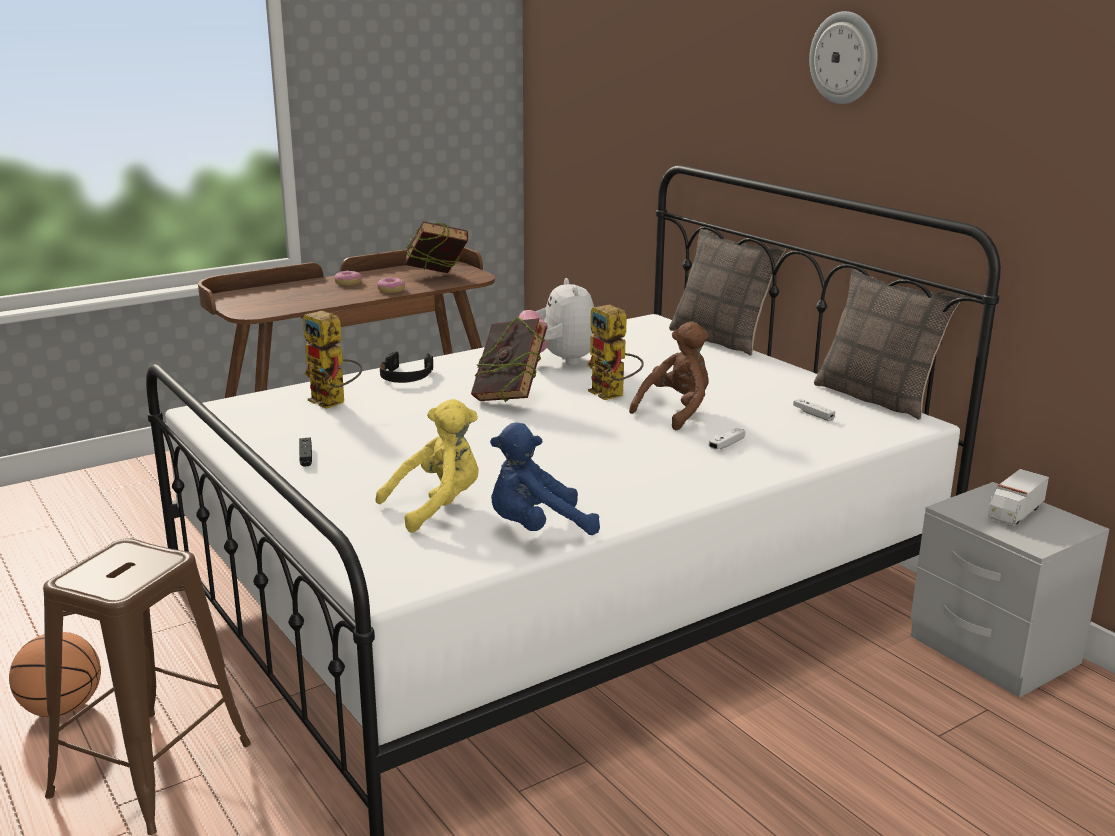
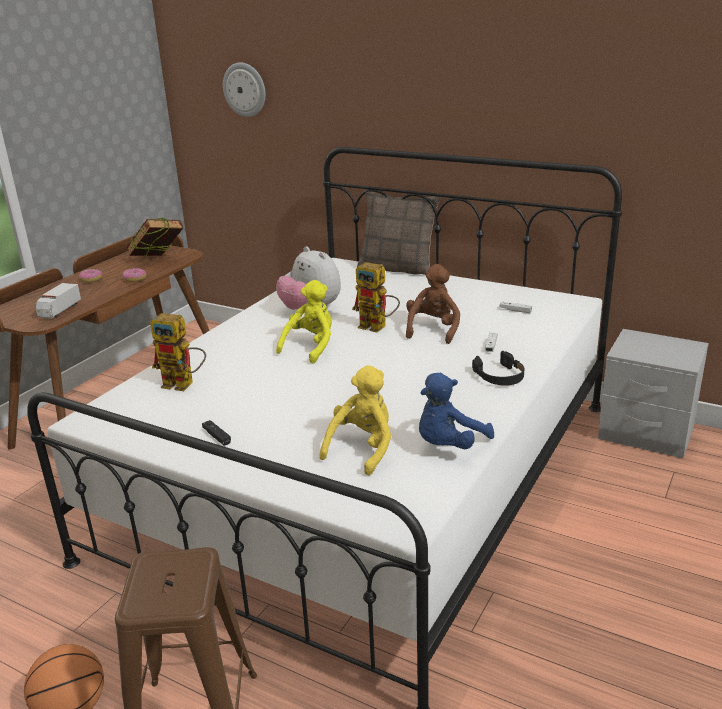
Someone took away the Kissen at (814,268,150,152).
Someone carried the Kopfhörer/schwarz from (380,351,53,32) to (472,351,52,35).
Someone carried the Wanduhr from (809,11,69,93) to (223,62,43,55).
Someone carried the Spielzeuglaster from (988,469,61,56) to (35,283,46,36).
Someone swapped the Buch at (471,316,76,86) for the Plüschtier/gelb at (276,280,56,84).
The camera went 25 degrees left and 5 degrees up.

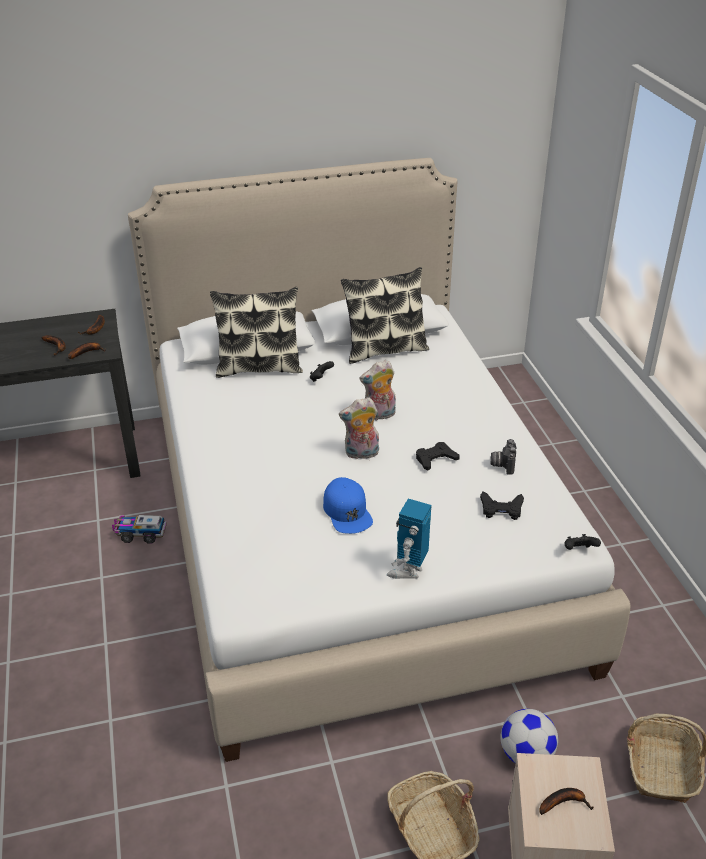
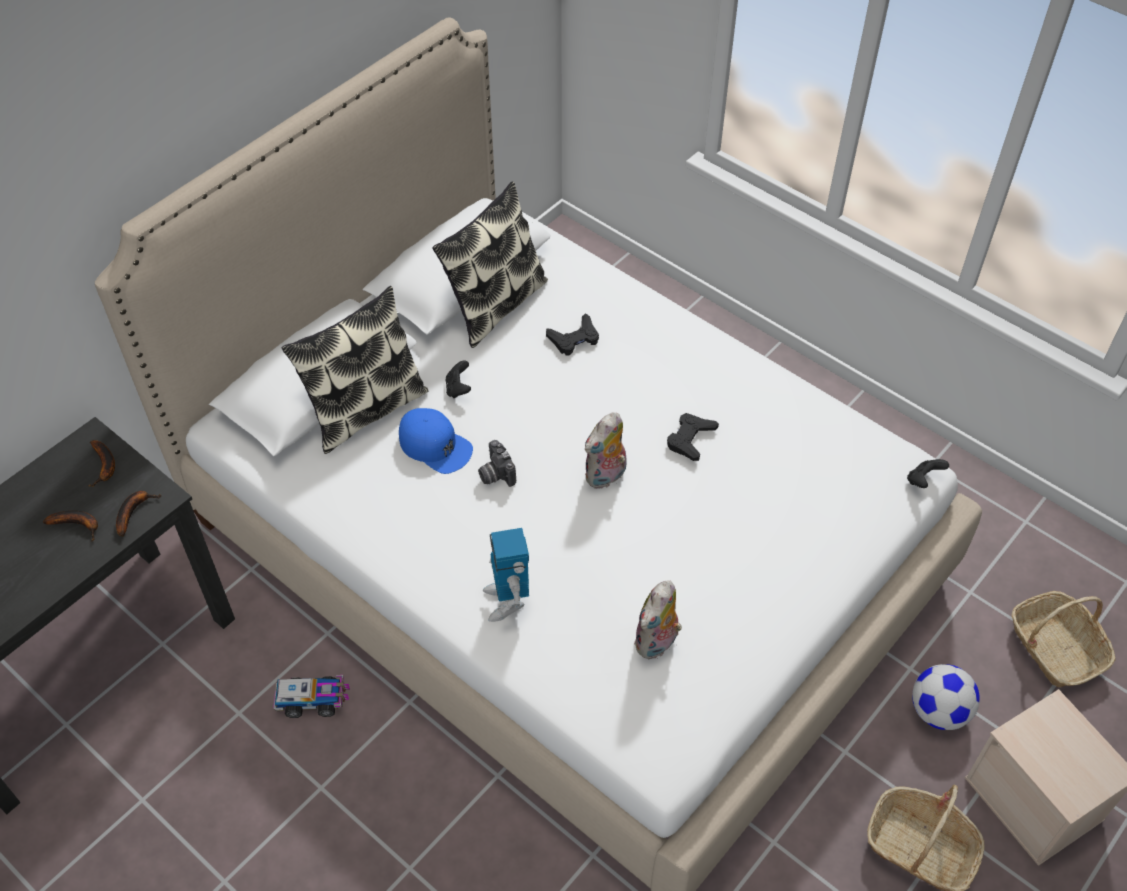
Someone took away the Banane at (540,788,54,27).
Someone carried the Kappe/blau from (323,477,50,57) to (399,408,74,66).
Someone carried the Plüschtier from (360,360,36,61) to (634,580,48,79).
Someone carried the Spielzeugroboter from (387,499,44,80) to (483,528,46,94).
Someone carried the Gamepad/schwarz from (480,491,44,29) to (546,313,53,43).
Someone carried the Kamera from (491,439,26,36) to (478,440,38,47).
Someone rotated the Spielzeuglaster at (112,515,55,29) by 150 degrees counterclockwise.
The camera went 35 degrees left and 15 degrees up.

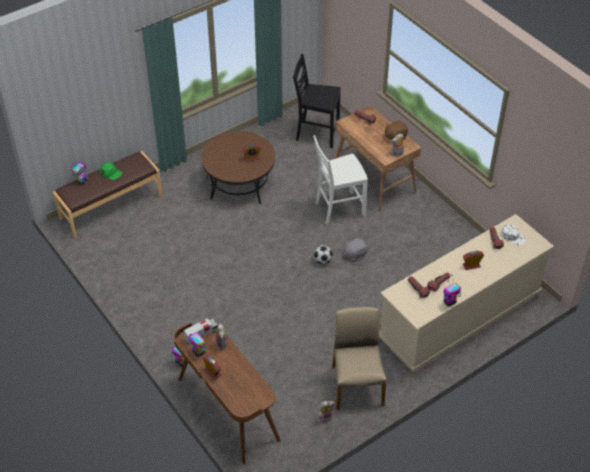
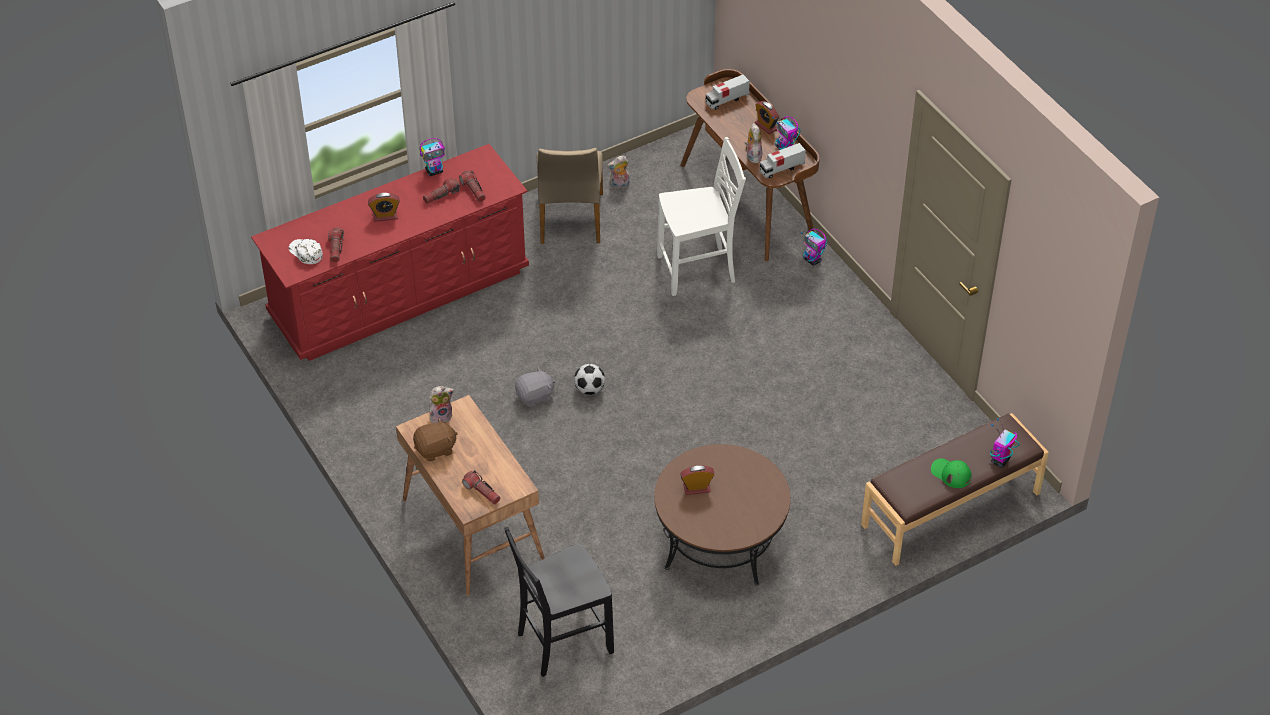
Someone put down the Spielzeuglaster at (705,75,45,35).
Someone carried the Stuhl/weiß from (313,135,55,89) to (657,137,89,159).
Someone repainted the Kommode/beige at (379,214,175,158), which became the Kommode/rot at (251,144,278,217).
Someone rotated the Stuhl/schwarz at (293,54,48,94) by 135 degrees clockwise.
The camera went 175 degrees left and 0 degrees up.

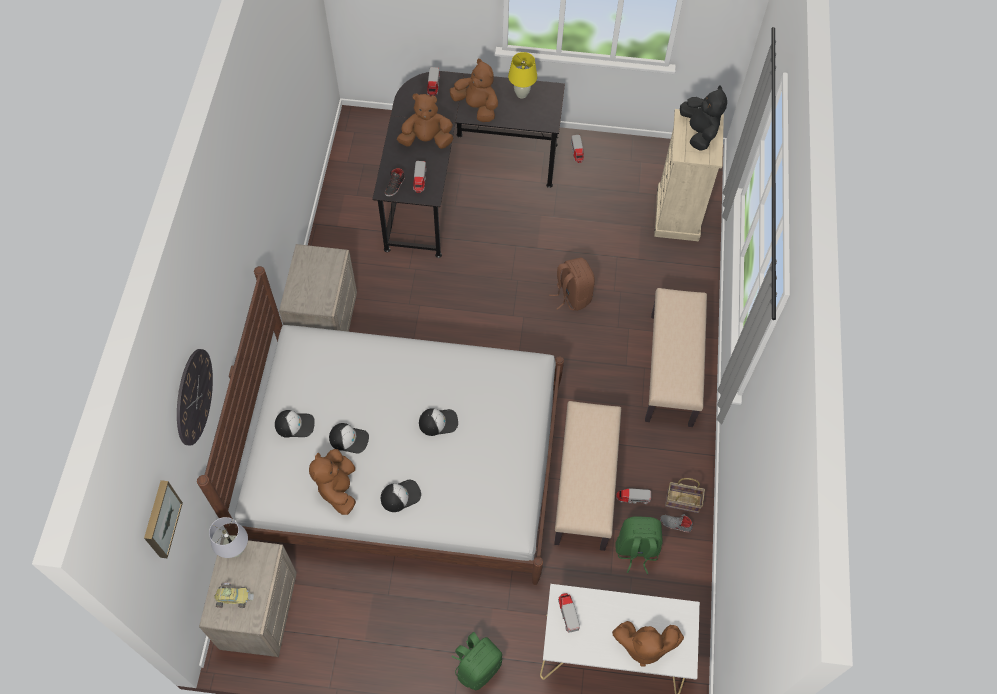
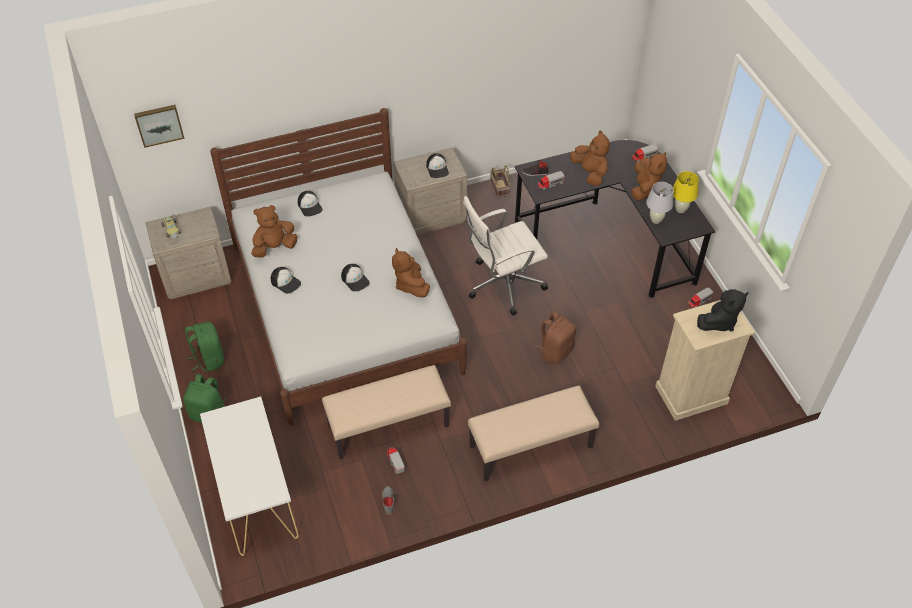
Someone took away the Wanduhr at (177,349,36,97).
Someone took away the Spielzeuglaster at (558,593,22,40).
Someone put down the Bürostuhl/weiß at (463,196,85,119).
Someone carried the Tischlampe/weiß from (209,517,39,41) to (646,182,28,42).
Someone carried the Kappe from (329,423,40,31) to (426,153,23,25).
Someone carried the Plüschtier/braun from (612,621,72,46) to (392,248,38,50).
Someone carried the Rucksack/grün from (615,516,48,58) to (185,322,39,49).
Someone carried the Korb from (665,478,40,35) to (490,165,21,33).
The camera went 65 degrees right and 10 degrees down.

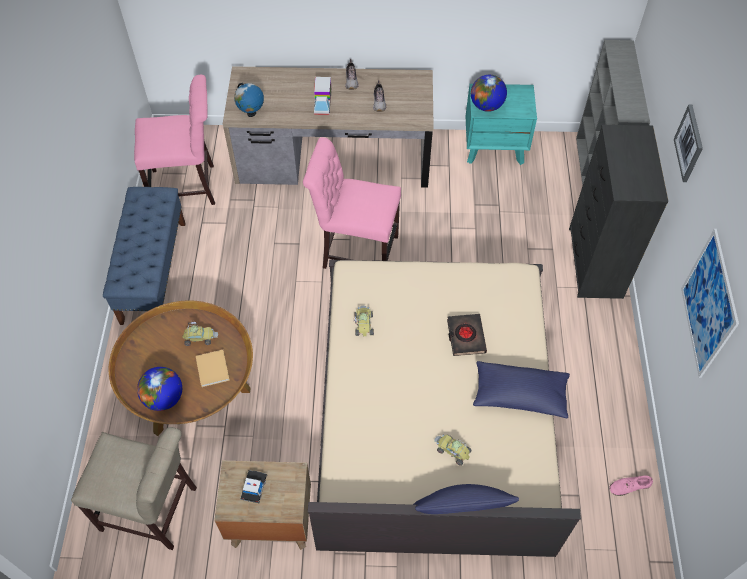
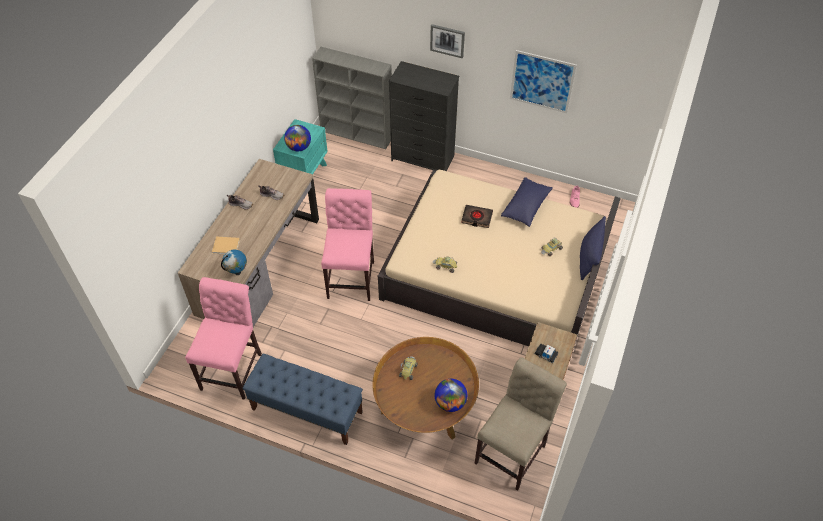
Someone took away the Spielzeuglaster at (314,77,17,38).
Someone carried the Buch/beige from (196,350,34,37) to (212,236,28,18).
Someone rotated the Stuhl/rosa at (303,137,98,132) by 150 degrees clockwise.
The camera went 70 degrees left and 5 degrees down.

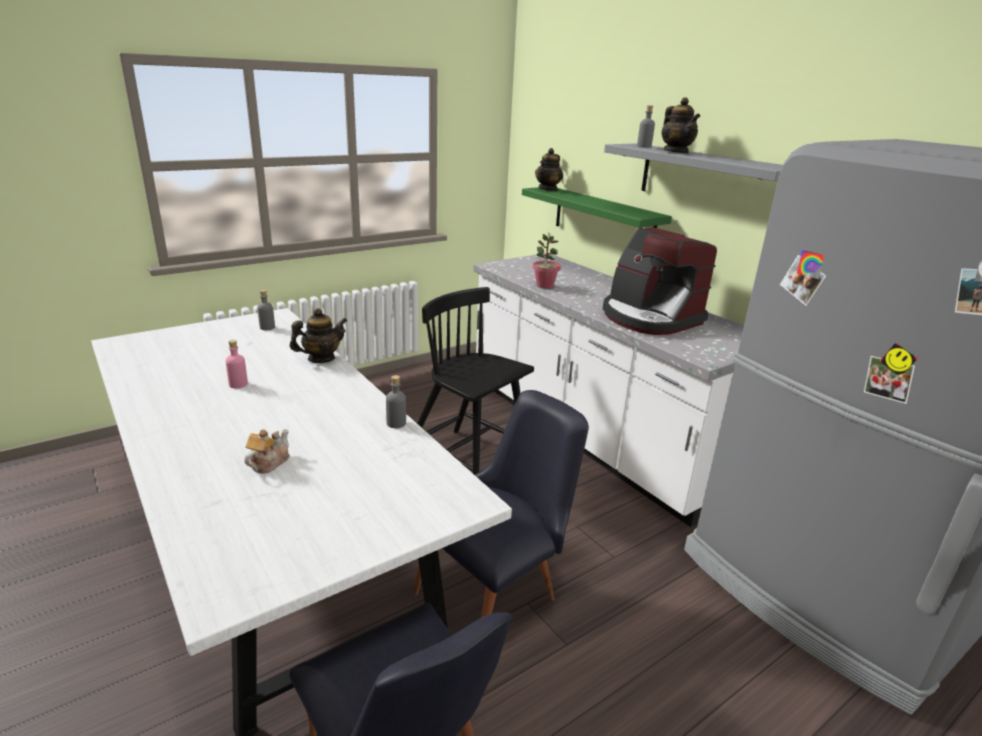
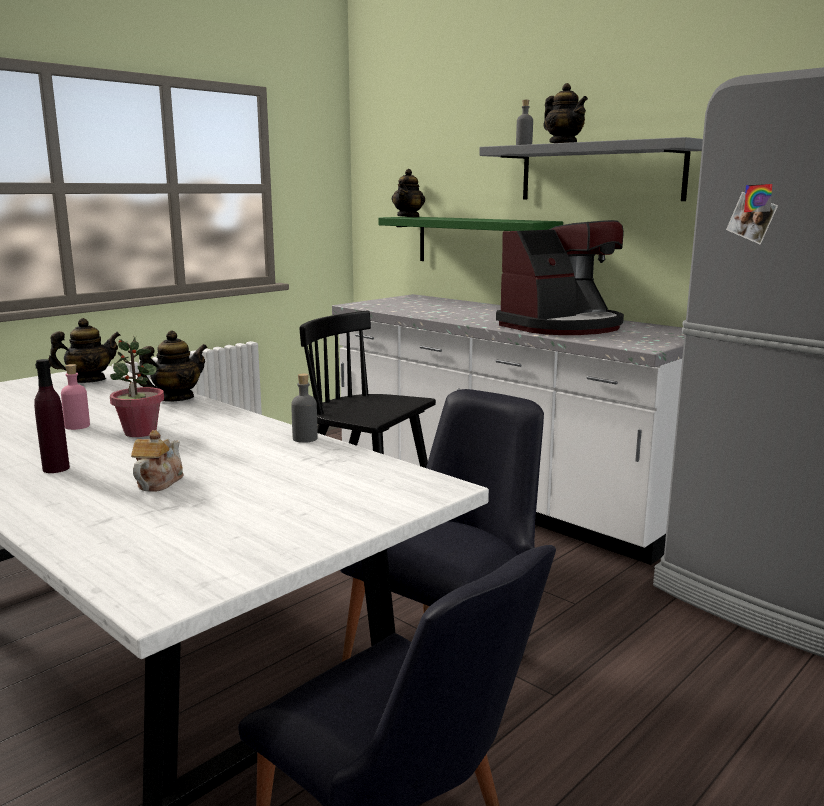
Someone put down the Flasche/lila at (34,359,36,114).
Someone carried the Topfpflanze from (532,232,29,57) to (110,336,54,101).
Someone swapped the Flasche/grau at (257,290,18,40) for the Teekanne at (49,318,72,65).
Someone rotated the Kaffeemaschine at (603,227,114,108) by 75 degrees counterclockwise.
The camera went 10 degrees left and 10 degrees down.

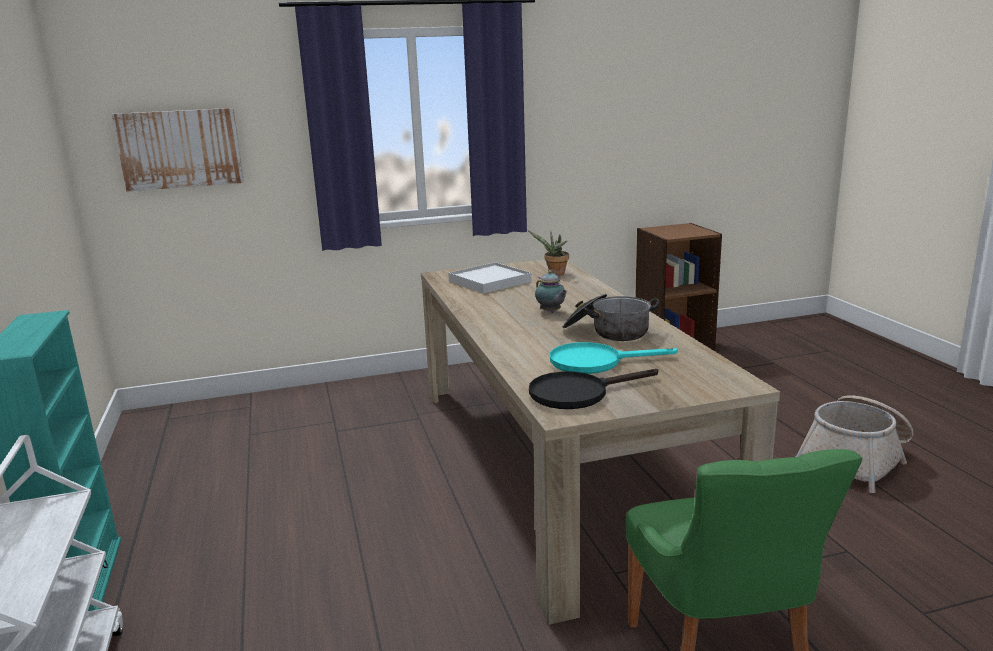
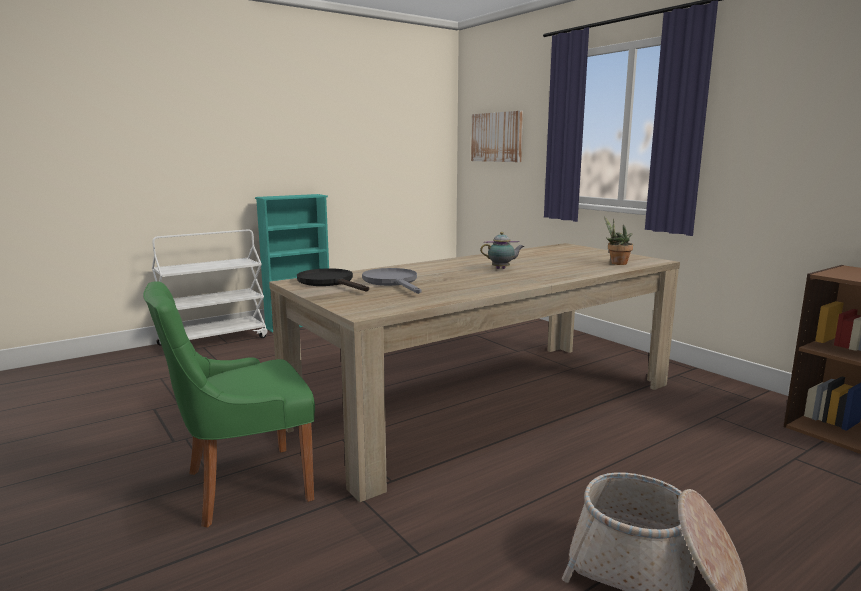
Someone took away the Tablett/weiß at (448,262,84,31).
Someone took away the Kochtopf at (563,294,96,47).
Someone repainted the Pfanne/türkis at (550,342,128,32), which became the Pfanne/grau at (362,268,60,26).
Someone rotated the Teekanne at (535,270,32,43) by 135 degrees counterclockwise.
The camera went 70 degrees right and 5 degrees down.

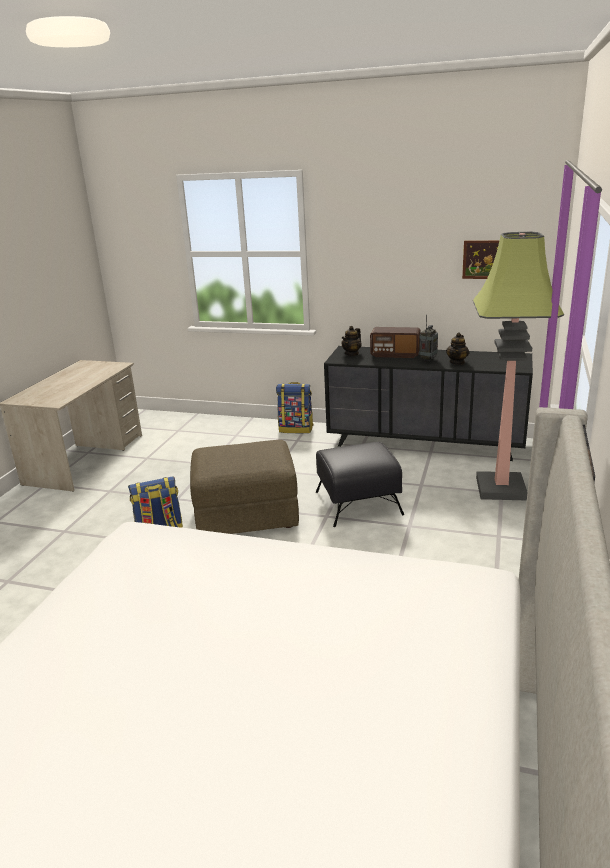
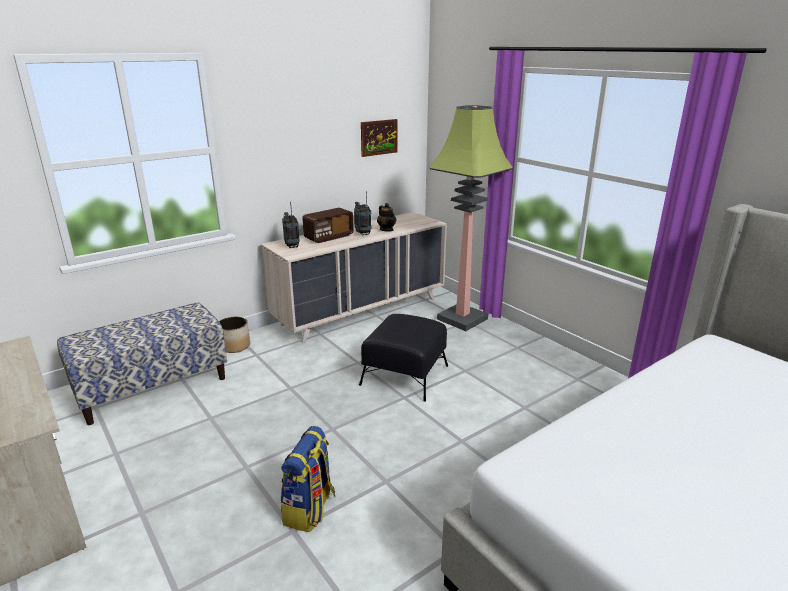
Someone took away the Polsterhocker/braun at (190,440,109,94).
Someone put down the Bank at (57,302,170,123).
Someone swapped the Rucksack at (276,382,38,51) for the Pflanzkübel at (219,317,31,36).
Someone swapped the Teekanne at (342,326,19,30) for the Radio at (282,202,18,46).
Someone repainted the Kommode/schwarz at (324,346,209,115), which became the Kommode/beige at (261,212,186,131).
The camera went 55 degrees left and 0 degrees up.

